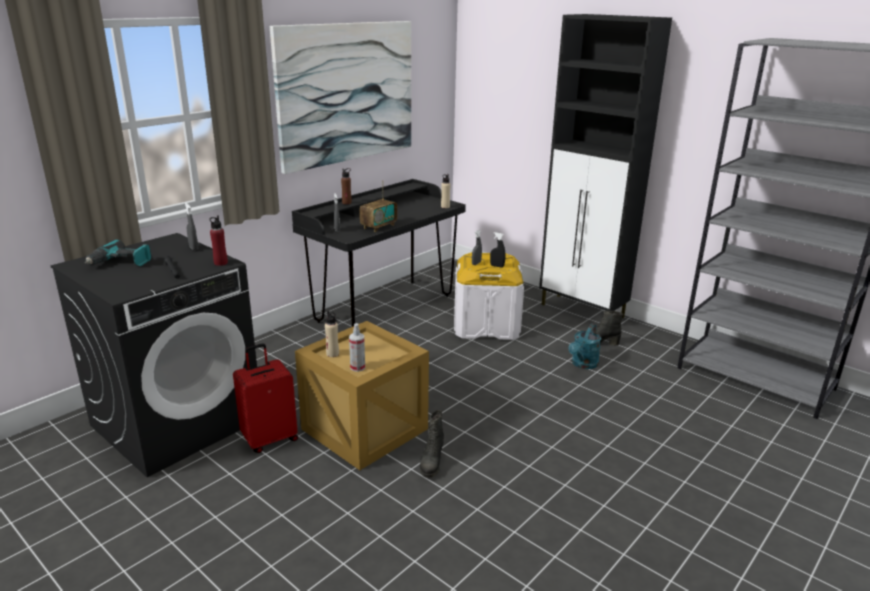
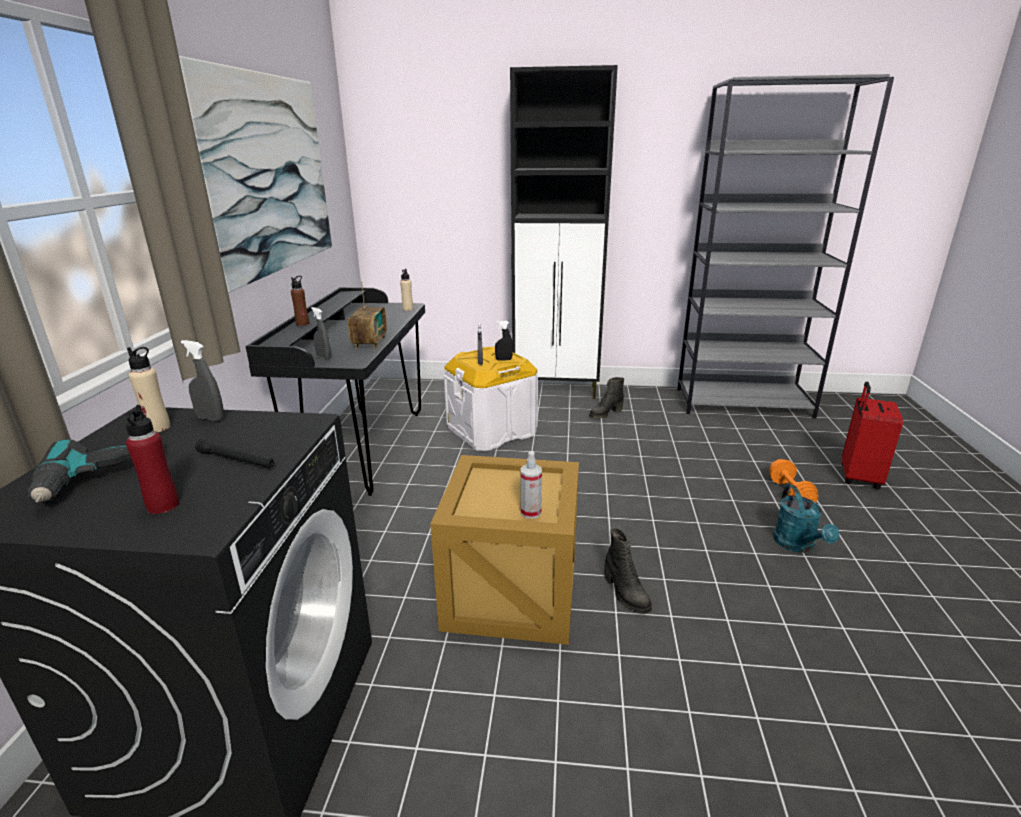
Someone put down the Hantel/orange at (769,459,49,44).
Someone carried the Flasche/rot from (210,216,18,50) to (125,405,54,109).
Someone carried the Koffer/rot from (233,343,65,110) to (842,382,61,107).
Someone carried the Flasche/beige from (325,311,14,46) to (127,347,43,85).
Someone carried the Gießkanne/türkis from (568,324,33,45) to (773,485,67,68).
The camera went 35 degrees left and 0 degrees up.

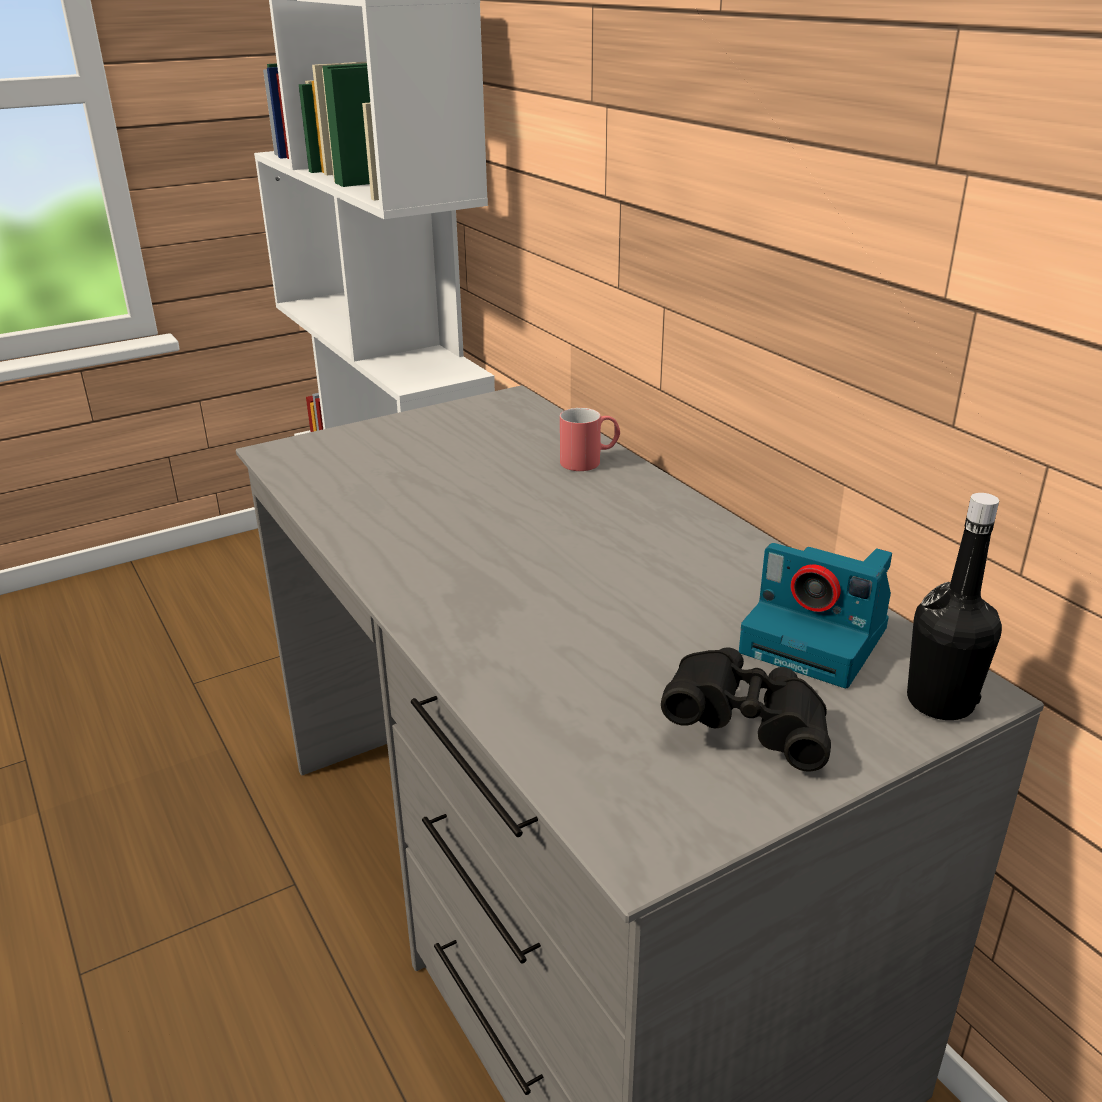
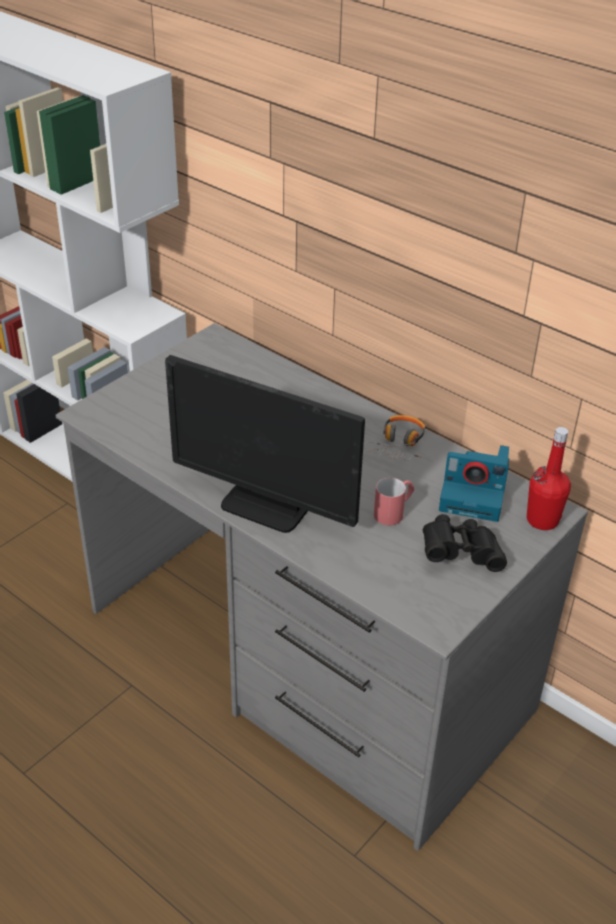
Someone put down the Monitor at (165,355,200,178).
Someone put down the Kopfhörer at (363,415,62,46).
Someone carried the Henkelbecher/rot from (560,408,60,63) to (374,478,40,47).
Someone repainted the Flasche/schwarz at (907,493,95,227), which became the Flasche/rot at (527,427,44,103).
The camera went 20 degrees left and 10 degrees up.

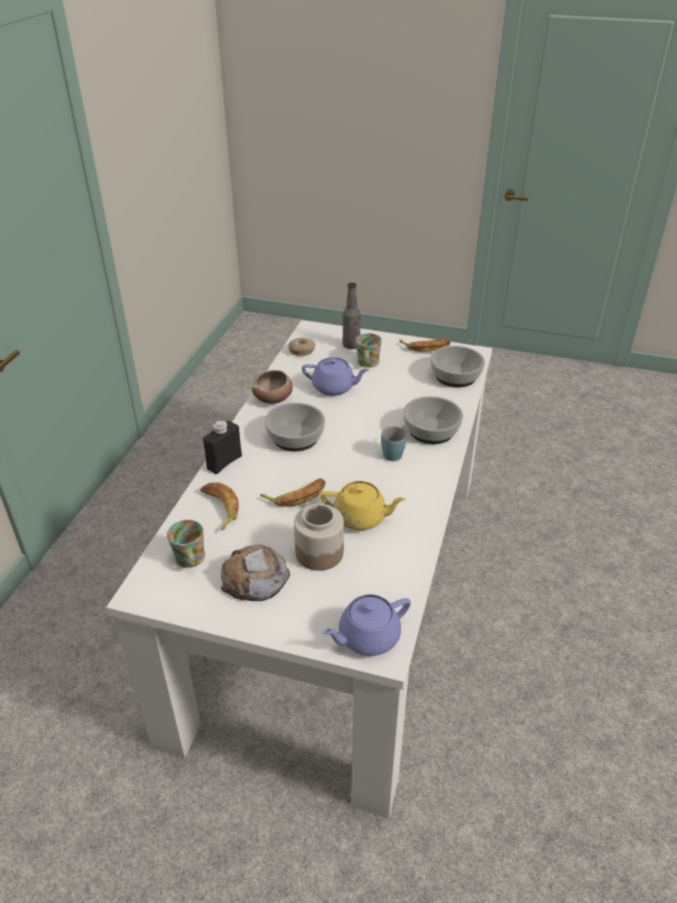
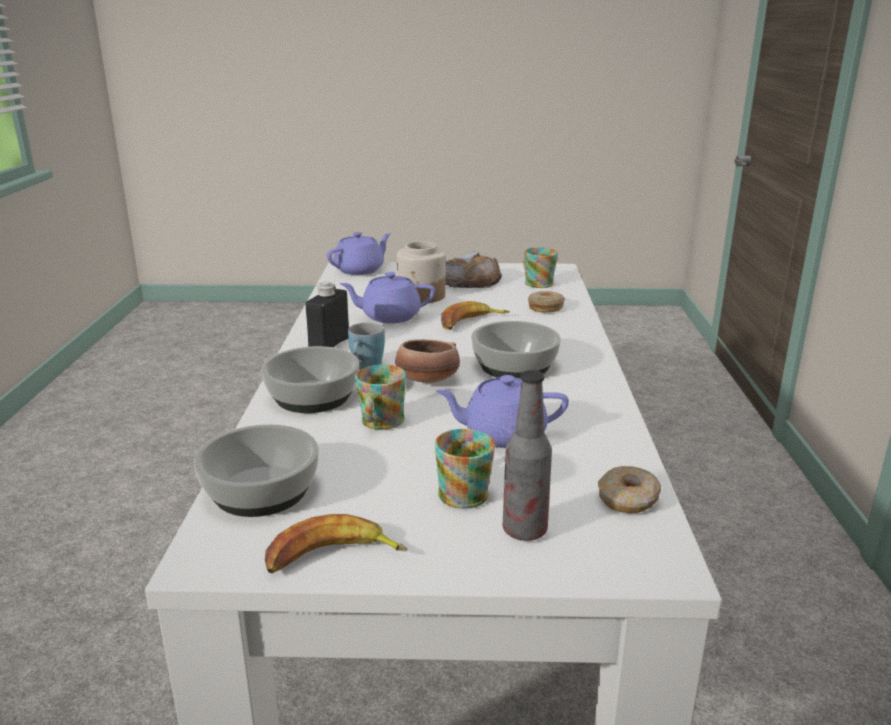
Someone put down the Henkelbecher at (355,364,51,66).
Someone carried the Flasche/schwarz from (203,421,39,53) to (306,281,43,66).
Someone carried the Schüssel from (252,370,41,34) to (395,339,65,44).
Someone swapped the Banane at (200,483,39,48) for the Donut at (528,291,37,22).
Someone repainted the Teekanne/gelb at (321,481,85,49), which became the Teekanne/lila at (339,272,96,51).
The camera went 165 degrees right and 15 degrees down.

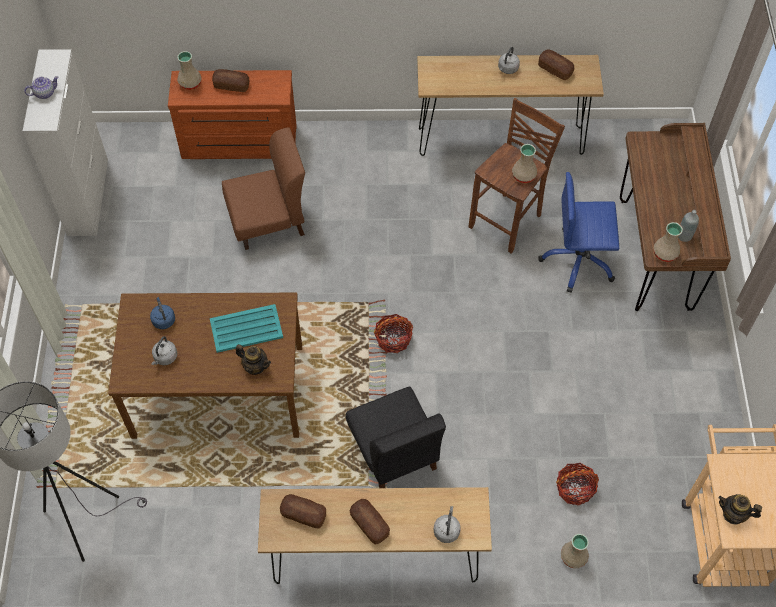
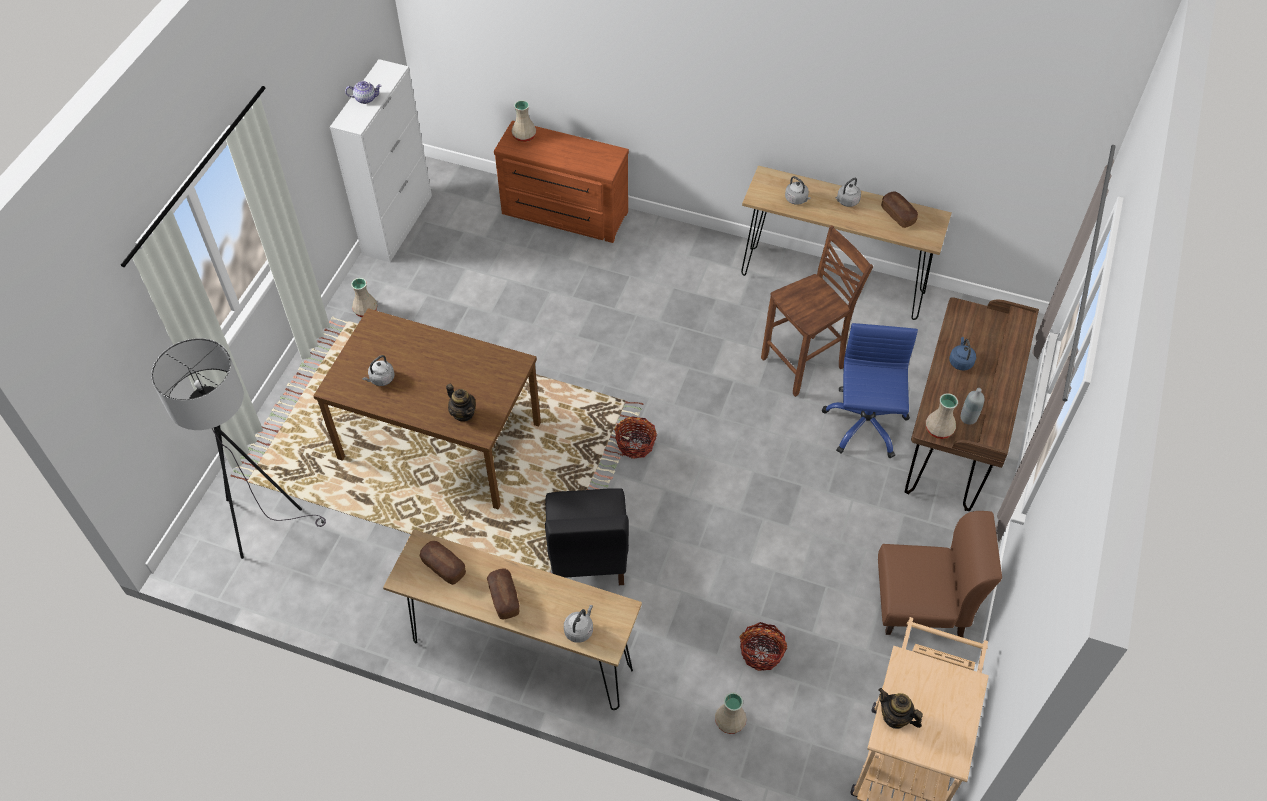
Someone took away the Tablett/türkis at (210,304,73,49).
Someone took away the Brot at (212,69,37,23).
Someone put down the Wasserkessel/grau at (785,176,26,29).
Someone carried the Wasserkessel/blau from (150,297,25,32) to (949,337,27,34).
Someone carried the Stuhl/braun from (222,127,83,123) to (878,511,124,127).
Someone carried the Vase/beige from (512,144,25,39) to (351,278,27,39).
Someone rotated the Bürostuhl/blau at (538,172,81,121) by 75 degrees clockwise.
The camera went 20 degrees right and 5 degrees down.

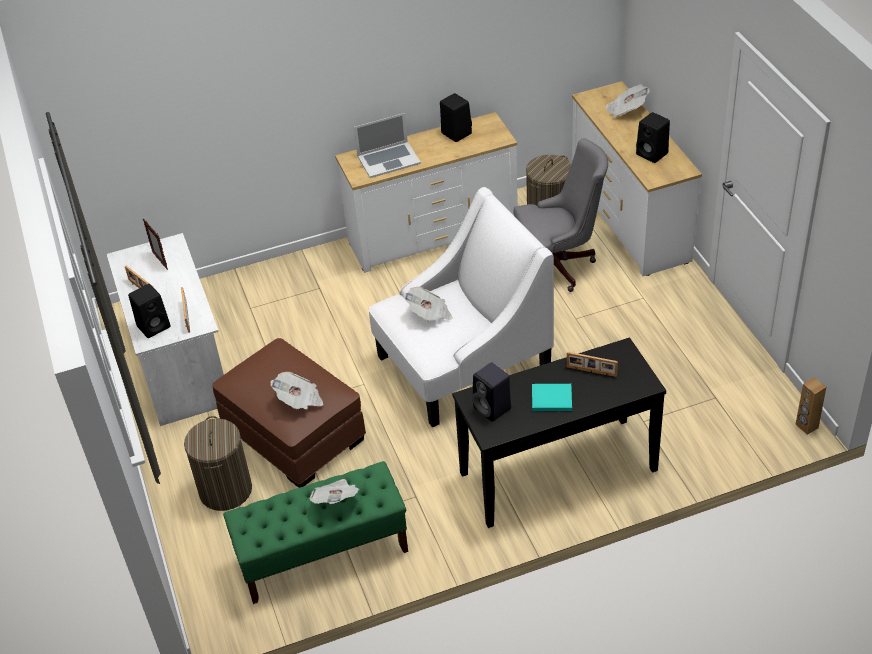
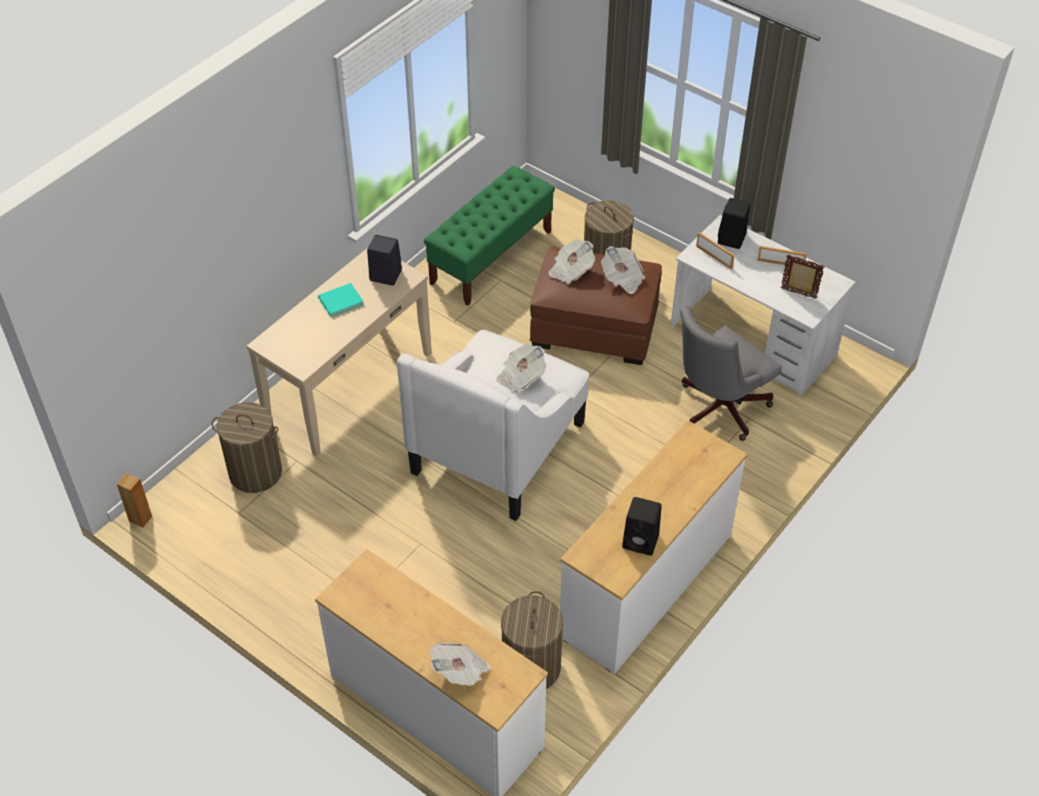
Someone took away the Laptop at (354,113,67,65).
Someone took away the Bilderrahmen at (567,352,51,25).
Someone took away the Lautsprecher/schwarz at (636,112,34,51).
Someone put down the Wäschekorb at (211,402,71,91).
Someone carried the Zeitung from (309,479,51,25) to (601,246,44,48).
Someone carried the Bürostuhl/grau from (514,138,94,154) to (680,306,102,135).
Someone repainted the Konsolentisch/schwarz at (452,337,214,191), which became the Konsolentisch/beige at (246,248,186,209).
The camera went 145 degrees right and 5 degrees up.

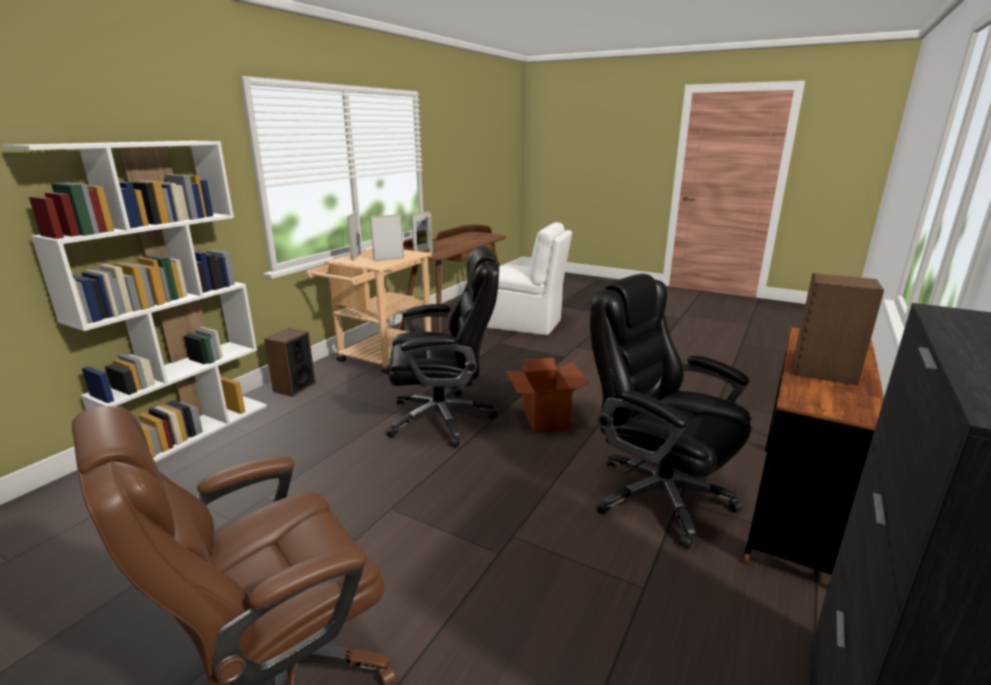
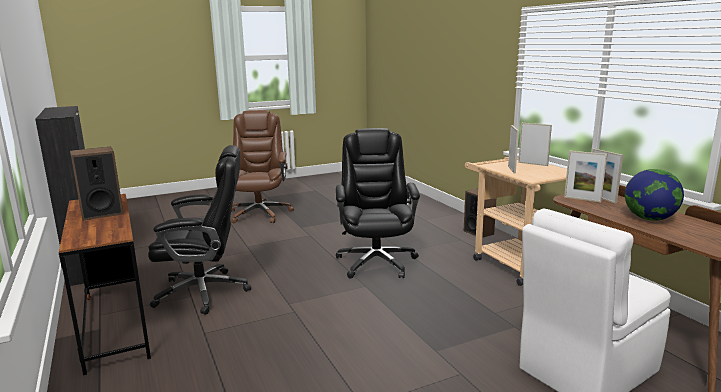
Someone took away the Bücherregal/weiß at (2,141,265,321).
Someone took away the Karton at (507,358,82,76).
Someone put down the Globus at (625,169,59,52).
Someone rotated the Bürostuhl/schwarz at (387,246,112,202) by 150 degrees clockwise.
The camera went 125 degrees right and 5 degrees down.

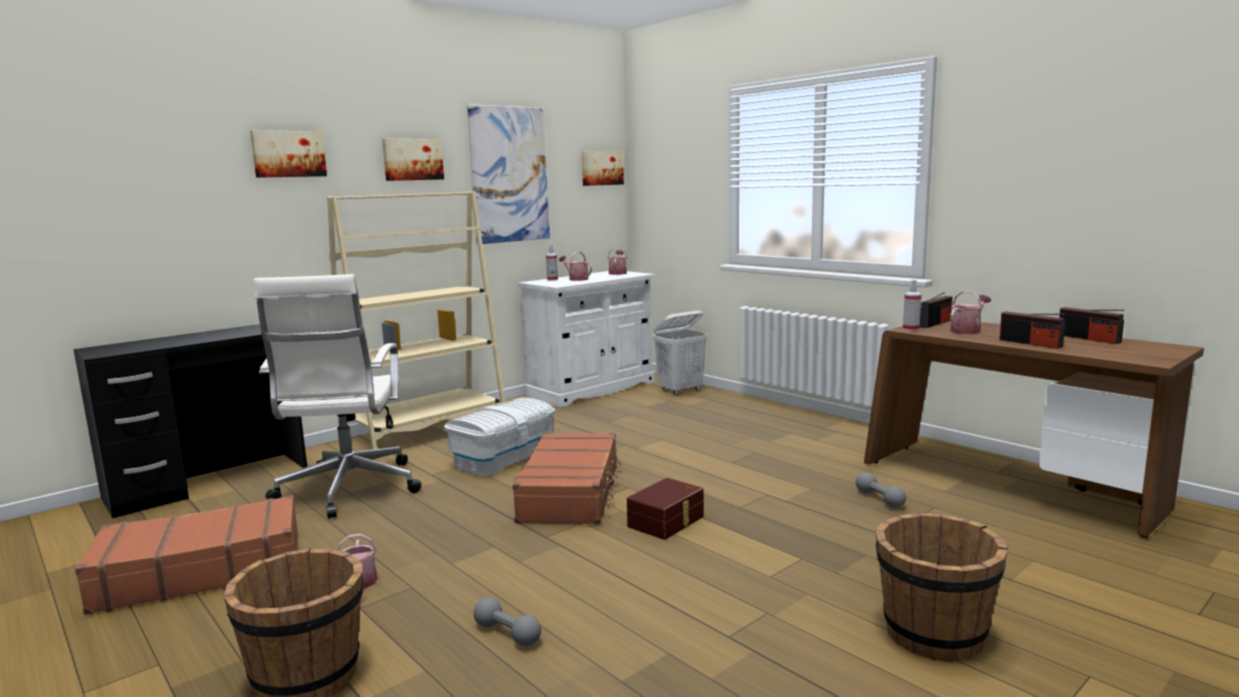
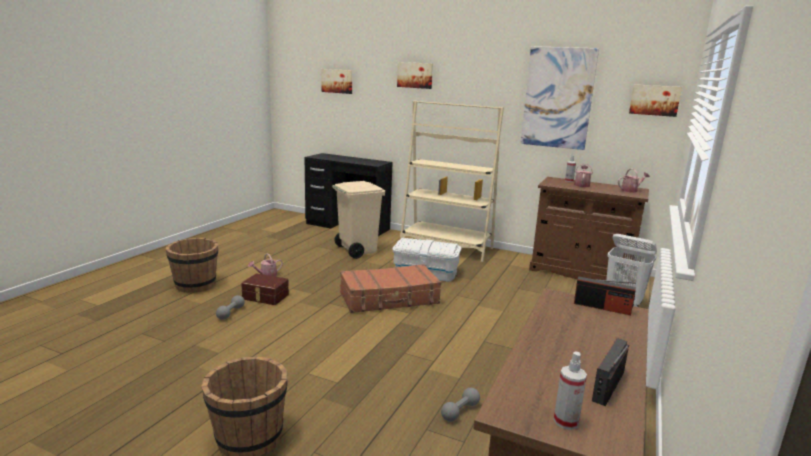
Someone took away the Koffer/braun at (75,495,223,120).
Someone took away the Gießkanne at (950,291,41,43).
Someone took away the Radio at (999,312,66,37).
Someone carried the Bild from (382,139,62,42) to (321,69,31,25).
Someone carried the Aufbewahrungsbox/braun from (627,478,77,62) to (241,273,48,32).
Someone carried the Sprühflasche from (903,280,19,51) to (554,351,33,79).
Someone swapped the Bürostuhl/weiß at (254,274,168,245) for the Mülleimer/beige at (332,181,53,78).
Someone repainted the Schrank/weiß at (518,271,137,136), which became the Schrank/braun at (529,177,120,104).
The camera went 65 degrees right and 5 degrees up.

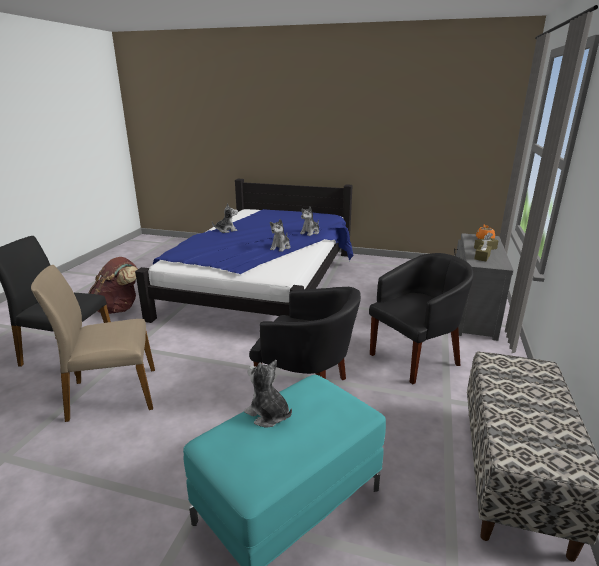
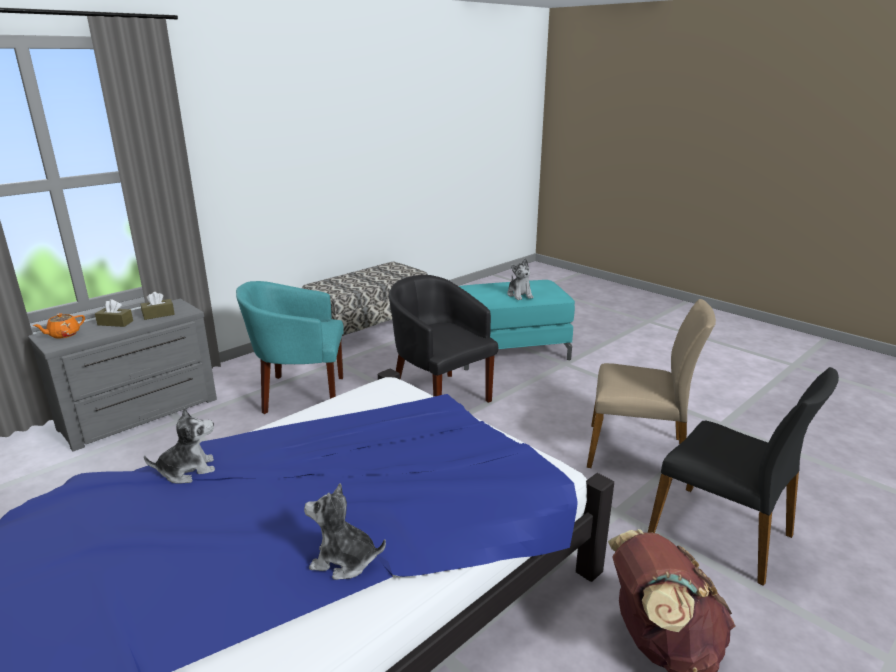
Someone took away the Plüschtier at (270,219,21,33).
Someone repainted the Sessel/schwarz at (369,253,105,131), which became the Sessel/türkis at (236,281,108,133).
The camera went 150 degrees left and 0 degrees up.

